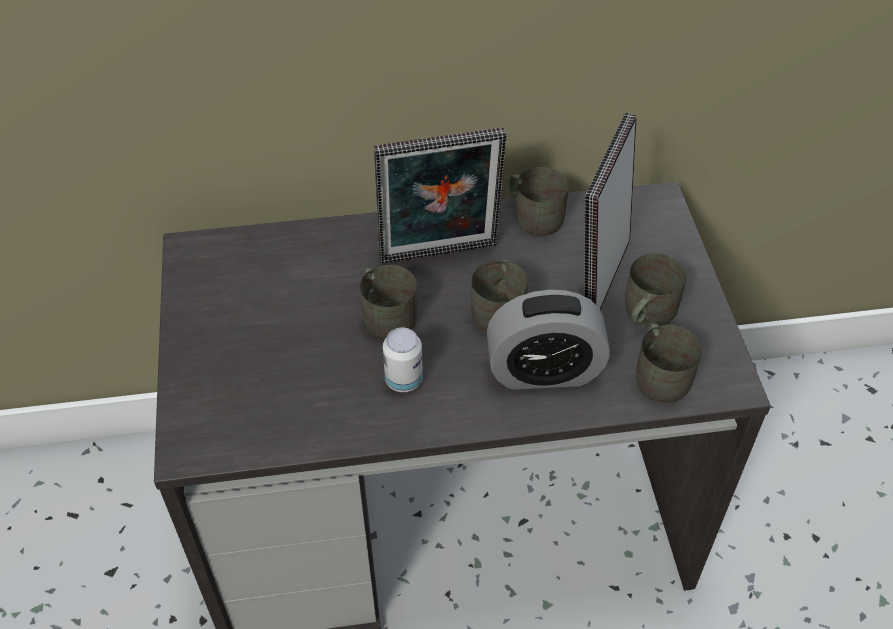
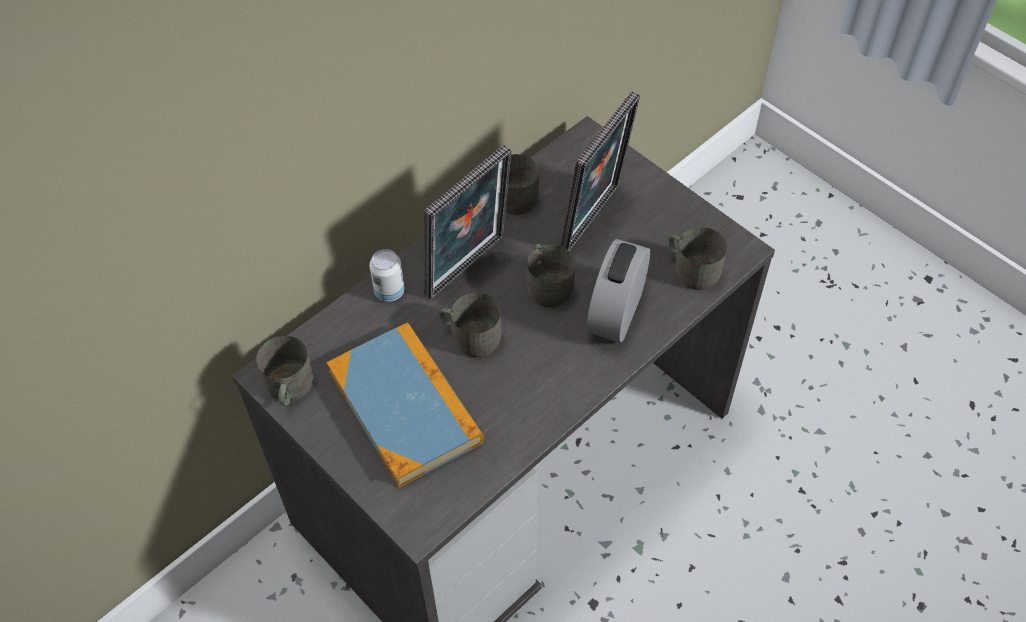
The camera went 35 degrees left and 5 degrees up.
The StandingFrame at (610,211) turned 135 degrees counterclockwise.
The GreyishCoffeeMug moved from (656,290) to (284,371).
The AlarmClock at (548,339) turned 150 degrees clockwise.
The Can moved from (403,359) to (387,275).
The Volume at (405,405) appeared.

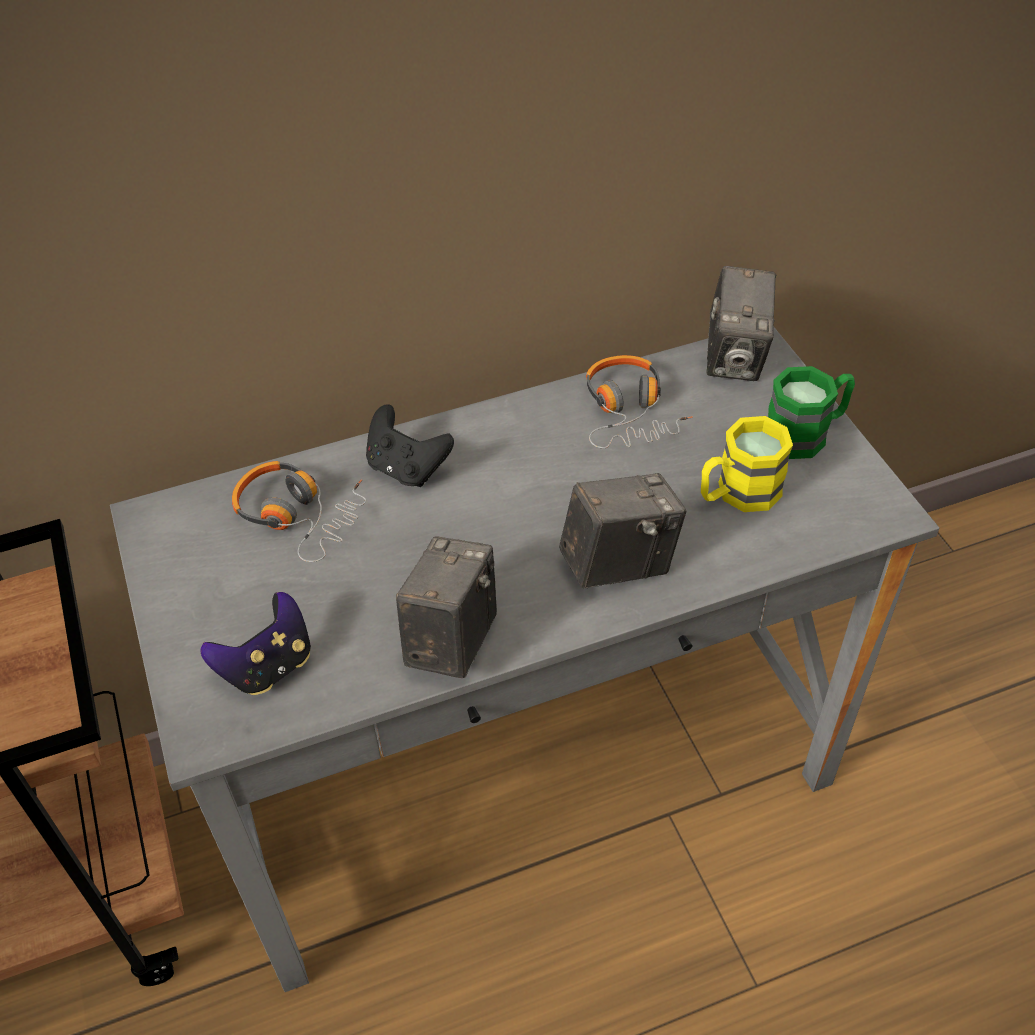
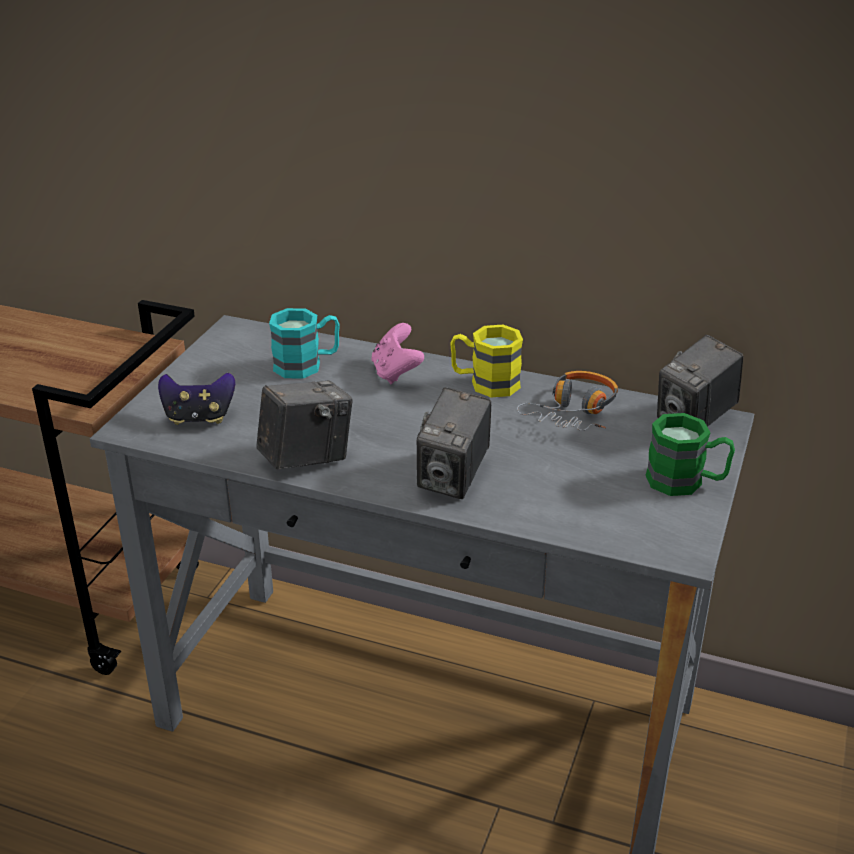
The camera went 40 degrees right and 15 degrees down.
The BlackishGameController at (410,445) became the PinkGameController at (397,353).
The YellowishCoffeeMug moved from (747,464) to (486,361).
The Headset at (299,511) was replaced by the TurquoiseColouredCoffeeMug at (304,343).
The PhotoCamera at (623,531) turned 90 degrees clockwise.

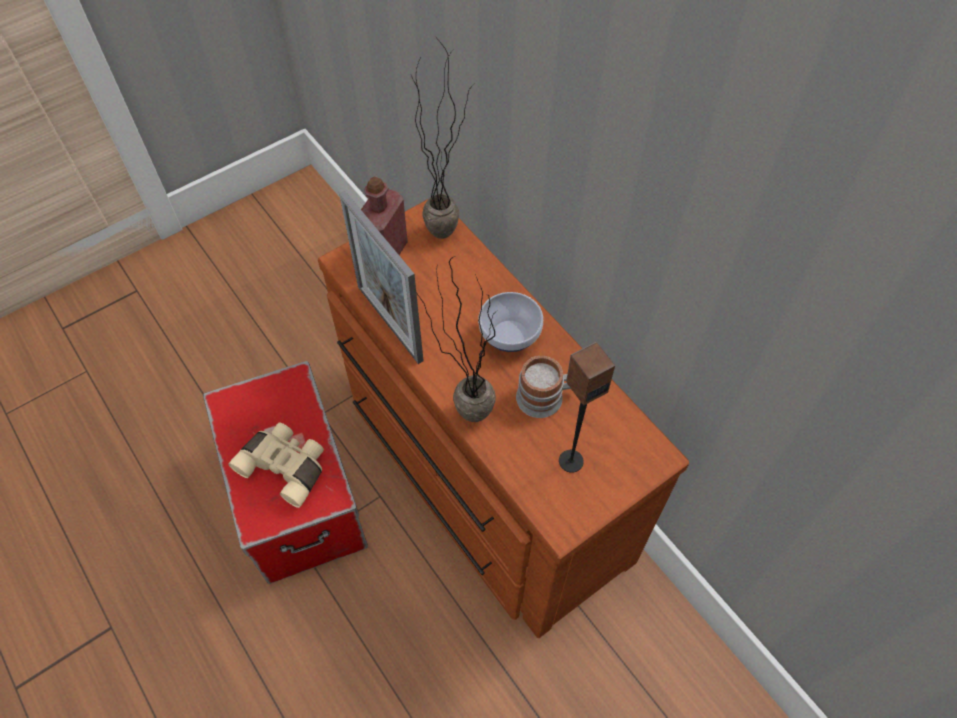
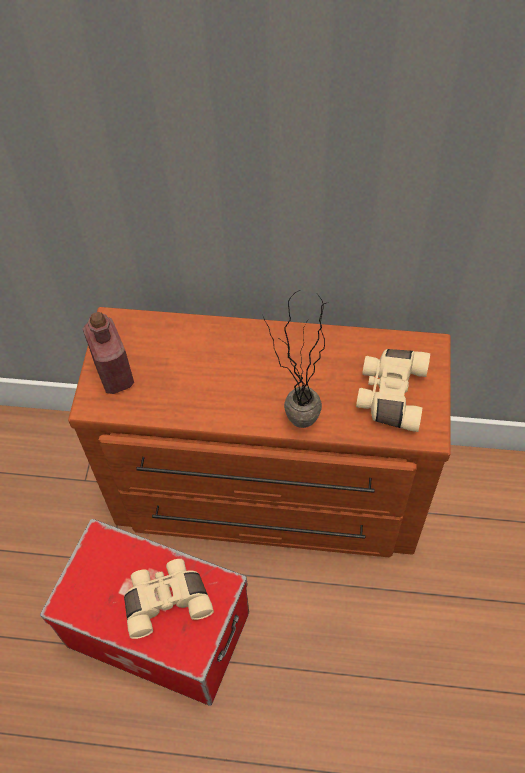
The camera went 45 degrees left and 0 degrees up.
The Houseplant at (443,139) disappeared.
The StandingFrame at (381,277) disappeared.
The Bowl at (510,322) disappeared.
The Loudspeaker at (587,407) was replaced by the SandColouredBinoculars at (393,390).
The CoffeeMug at (544,387) disappeared.

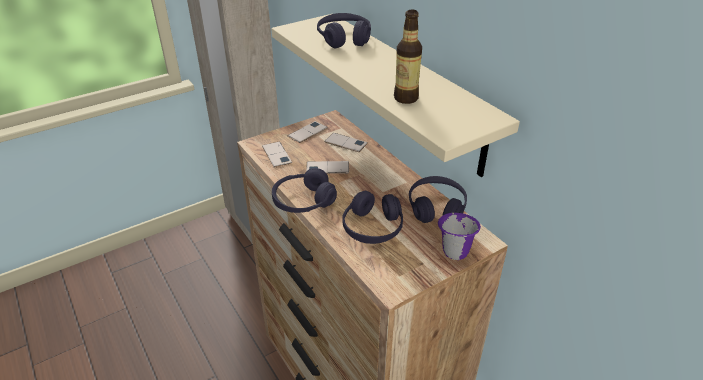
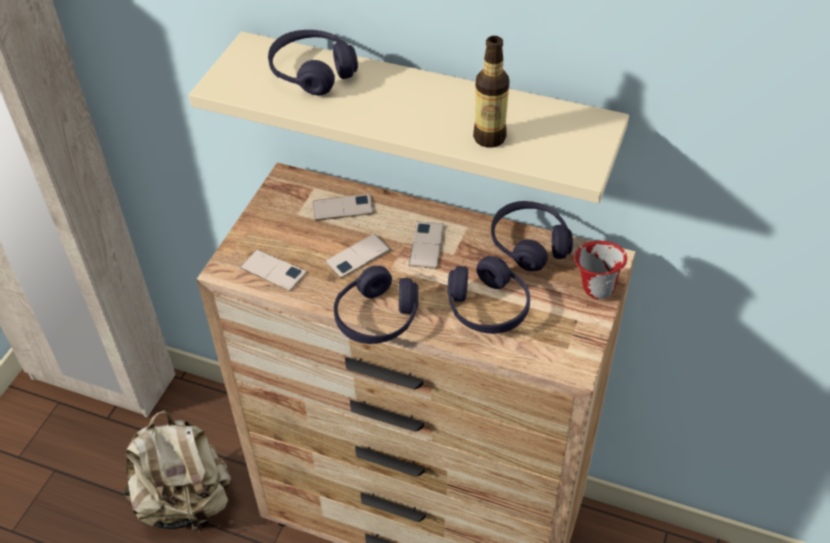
The camera went 35 degrees left and 10 degrees up.
The Handset moved from (308,132) to (426,245).
The PurplishCoffeeMug at (459,236) became the RedCoffeeMug at (600,270).
The SandColouredKnapsack at (177,471) appeared.

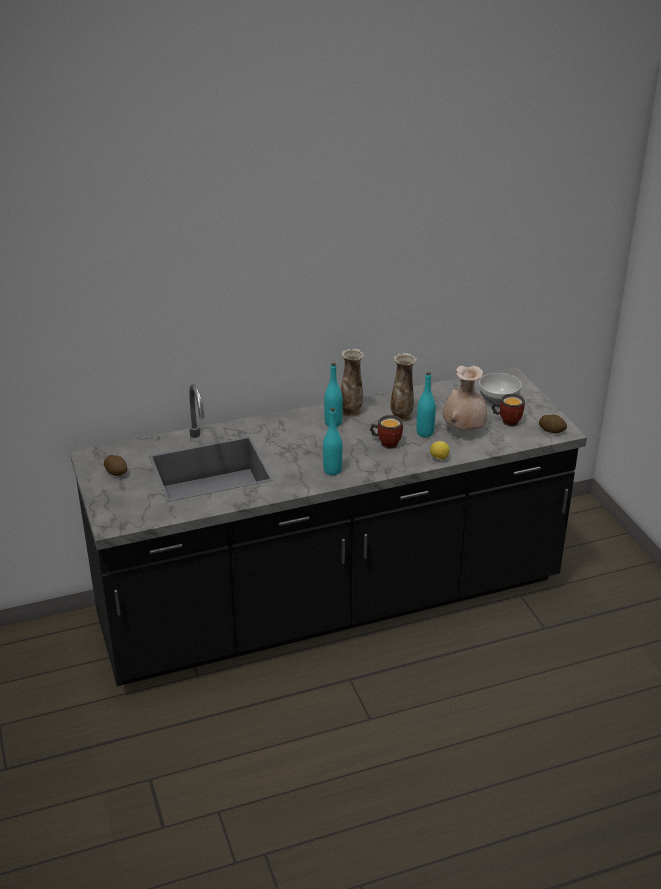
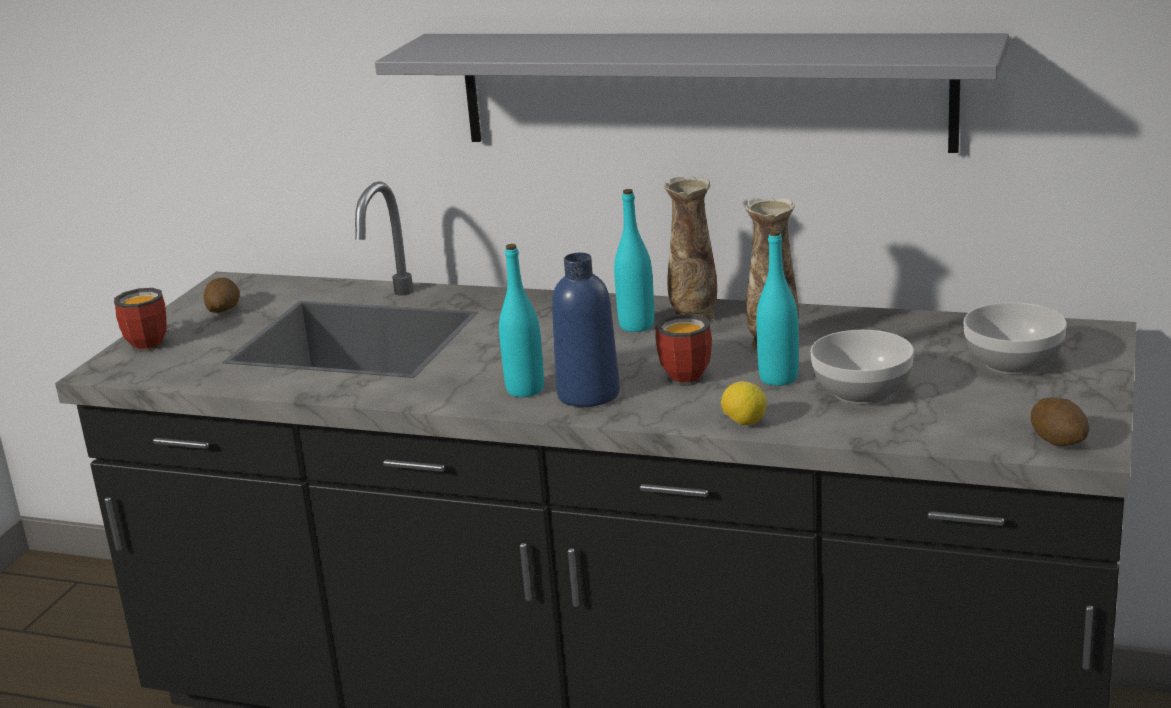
The camera went 40 degrees right and 10 degrees down.
The SandColouredDecorativeVase at (465,398) was replaced by the Bowl at (862,367).
The CoffeeMug moved from (508,410) to (140,320).
The GreyishBracketShelf at (692,93) appeared.
The BluishBottle at (586,330) appeared.

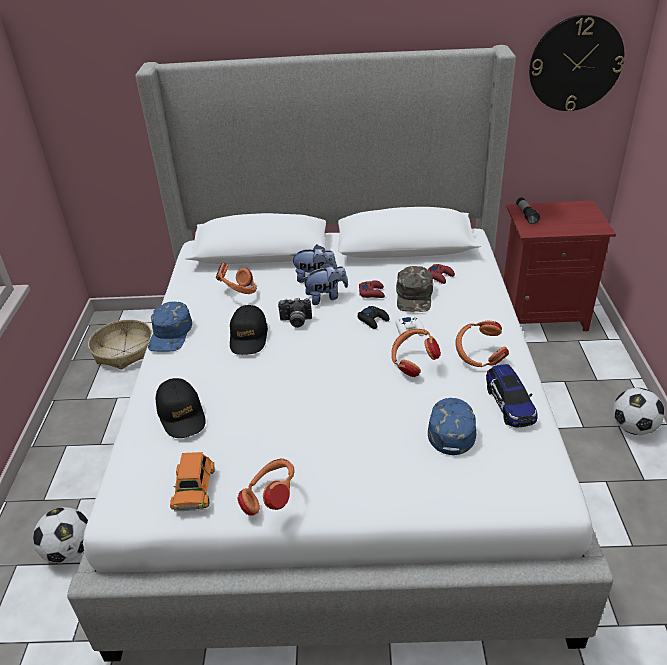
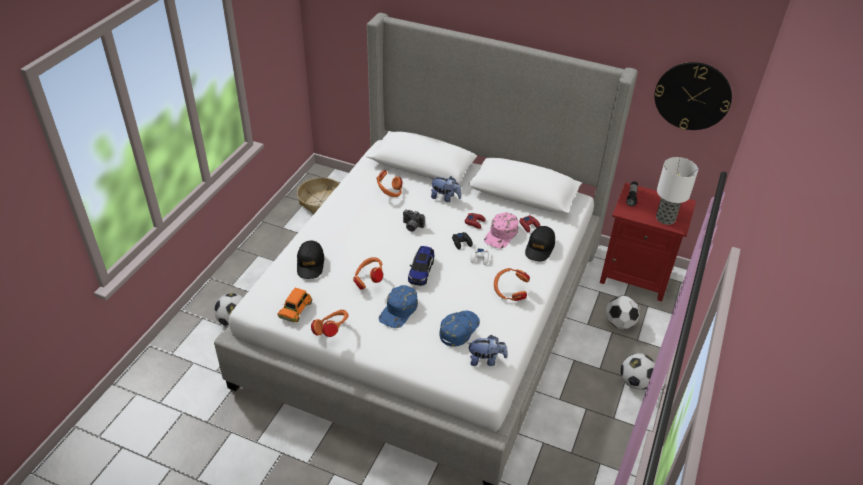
The camera went 20 degrees right and 5 degrees up.
The CuddlyToy moved from (325,284) to (487,350).
The GreenColouredPeakedCap at (414,289) became the PinkPeakedCap at (501,230).
The BluishPeakedCap moved from (170,326) to (398,306).
The BlackishPeakedCap moved from (249,330) to (540,244).
The OrangeHeadset moved from (416,353) to (368,273).
The MiniatureCar moved from (512,395) to (421,266).
The LampForATable at (677,191) appeared.
The BallForFootball at (623,312) appeared.

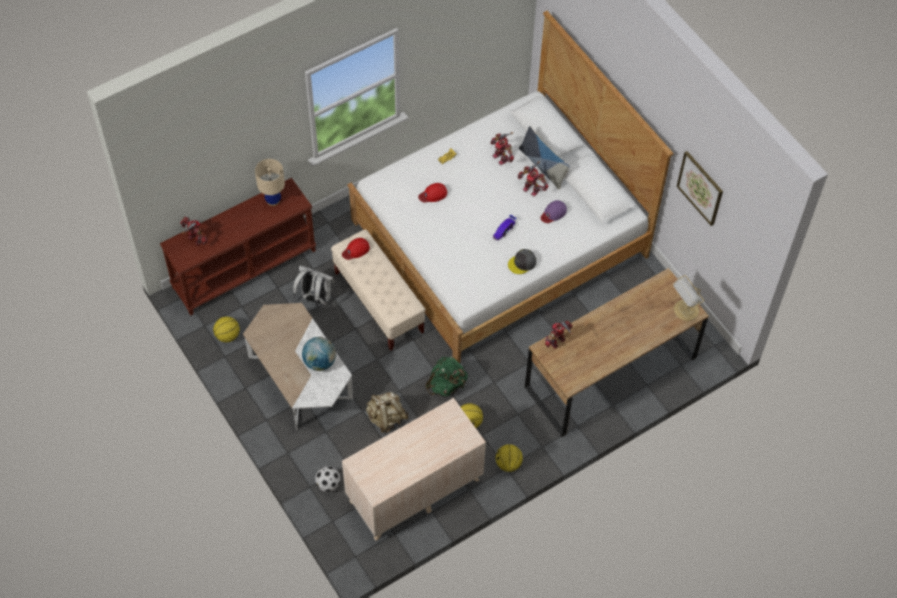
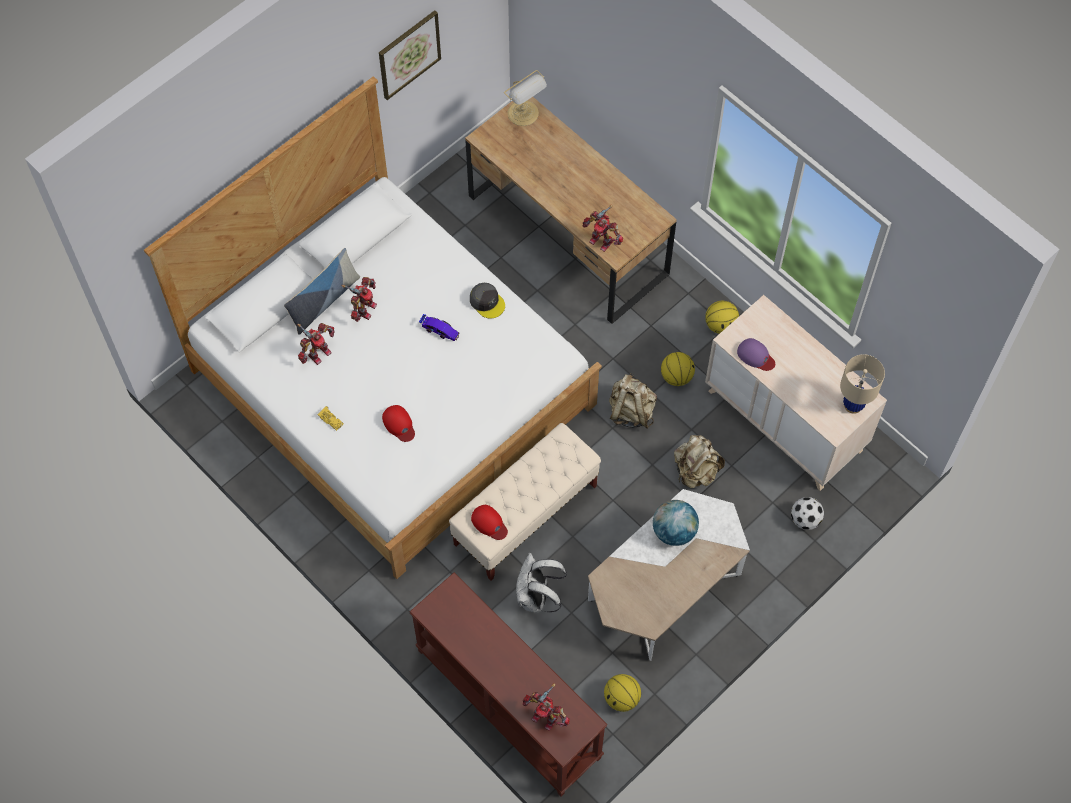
The camera went 100 degrees left and 5 degrees up.
The SandColouredLampForATable moved from (270,182) to (862,384).
The PurplishPeakedCap moved from (554,211) to (756,354).
The RobotFigure at (194,231) turned 90 degrees counterclockwise.
The GreenColouredKnapsack at (446,376) became the SandColouredKnapsack at (633,401).

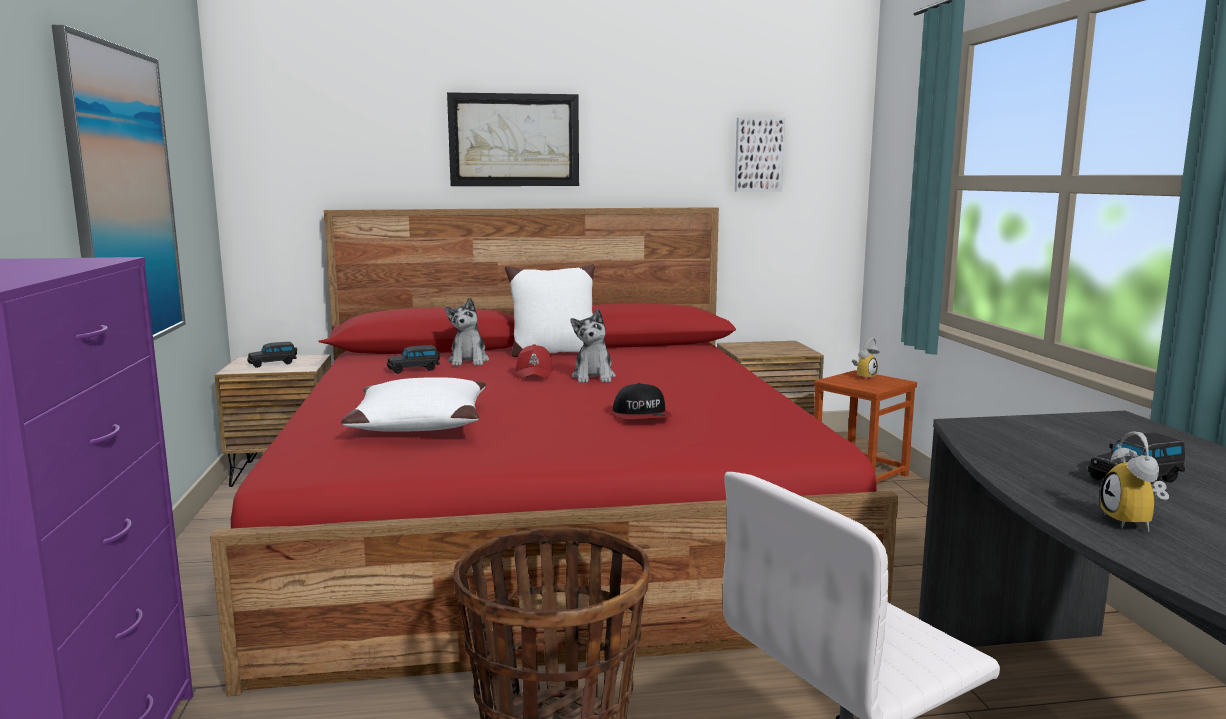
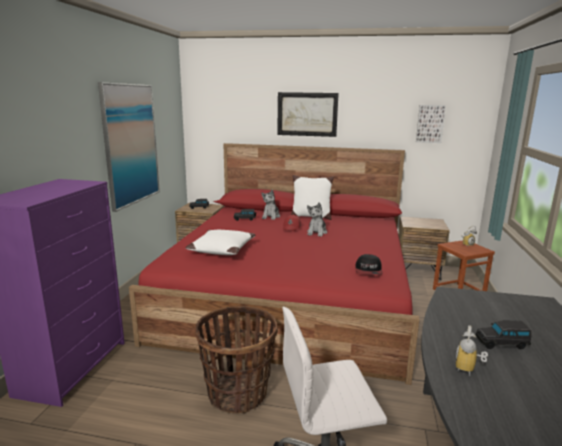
The camera went 20 degrees right and 5 degrees up.
The PeakedCap moved from (642,401) to (369,264).

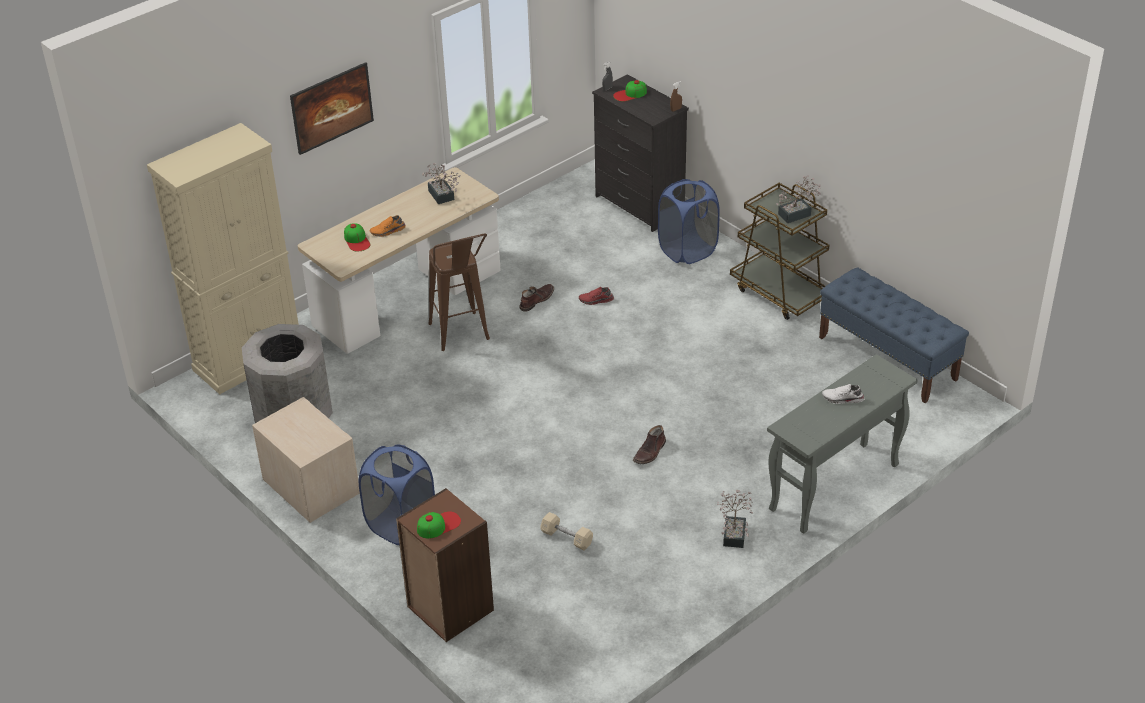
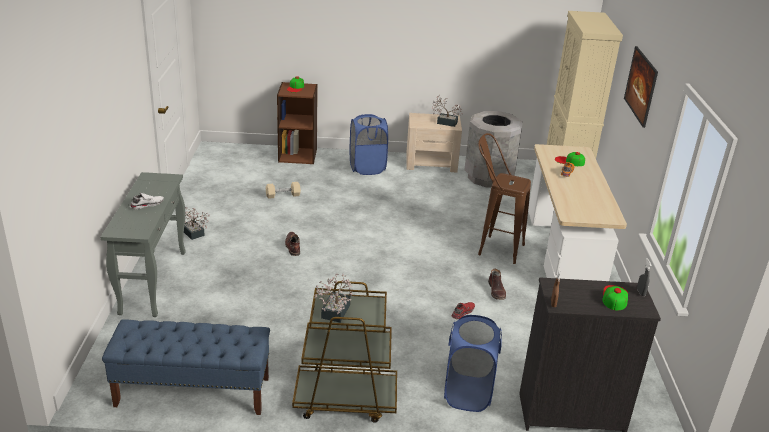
The camera went 130 degrees right and 10 degrees down.
The Houseplant moved from (441,183) to (447,111).

